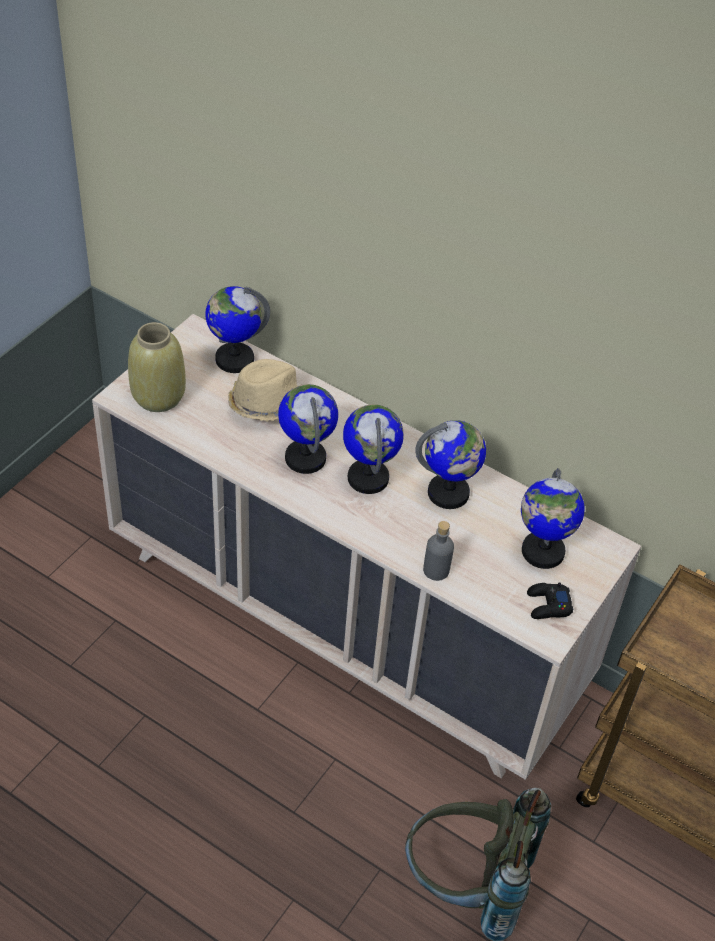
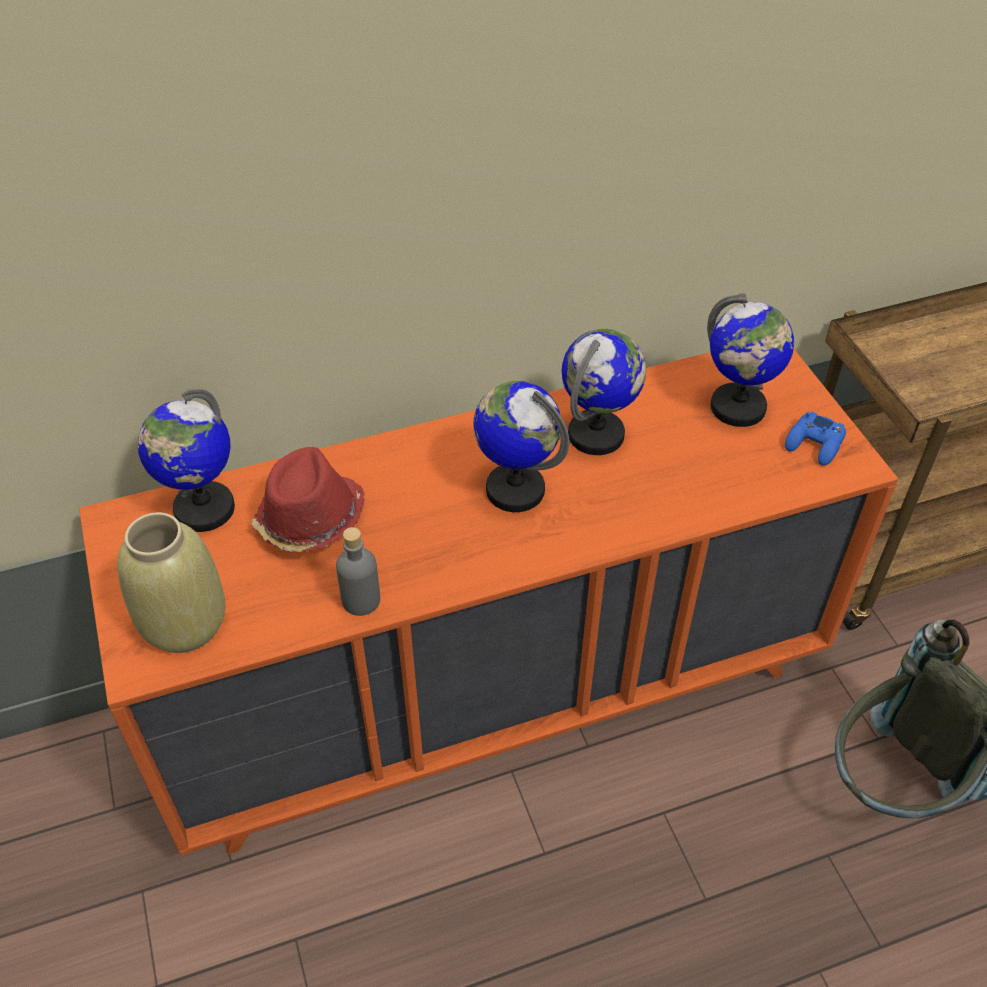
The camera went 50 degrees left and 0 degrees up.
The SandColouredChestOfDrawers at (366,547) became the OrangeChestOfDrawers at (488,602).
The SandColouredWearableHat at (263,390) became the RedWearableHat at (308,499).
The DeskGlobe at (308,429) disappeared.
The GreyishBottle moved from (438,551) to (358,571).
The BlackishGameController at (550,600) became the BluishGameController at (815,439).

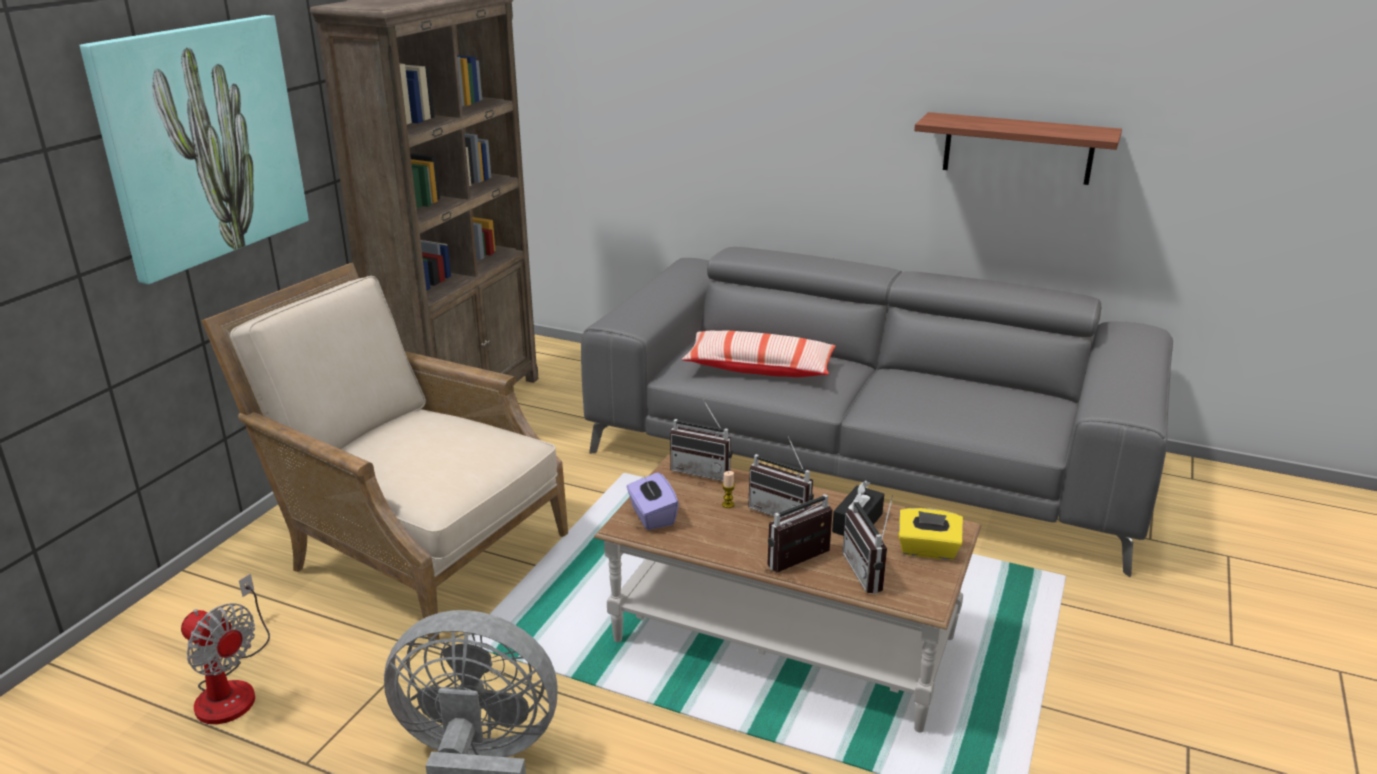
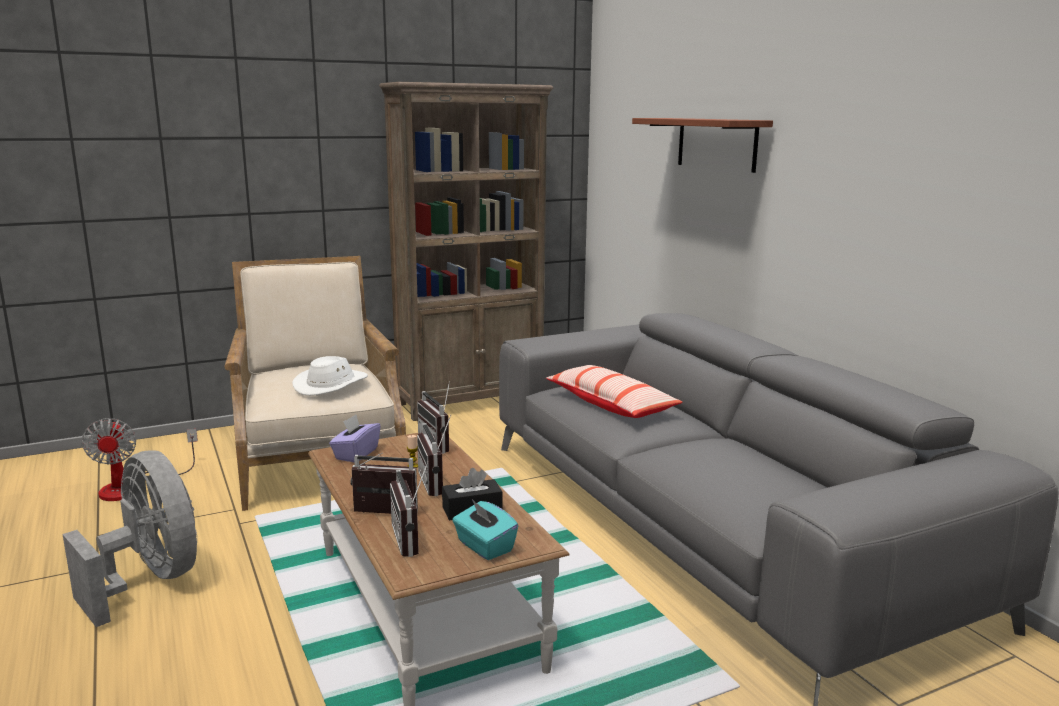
The camera went 40 degrees right and 10 degrees down.
The WallArt at (194,149) disappeared.
The BracketShelf moved from (1018,148) to (702,145).
The RadioReceiver at (867,544) turned 45 degrees counterclockwise.
The YellowishTissueHolder at (931,534) became the TurquoiseColouredTissueHolder at (485,530).
The WhitishWearableHat at (330,376) appeared.

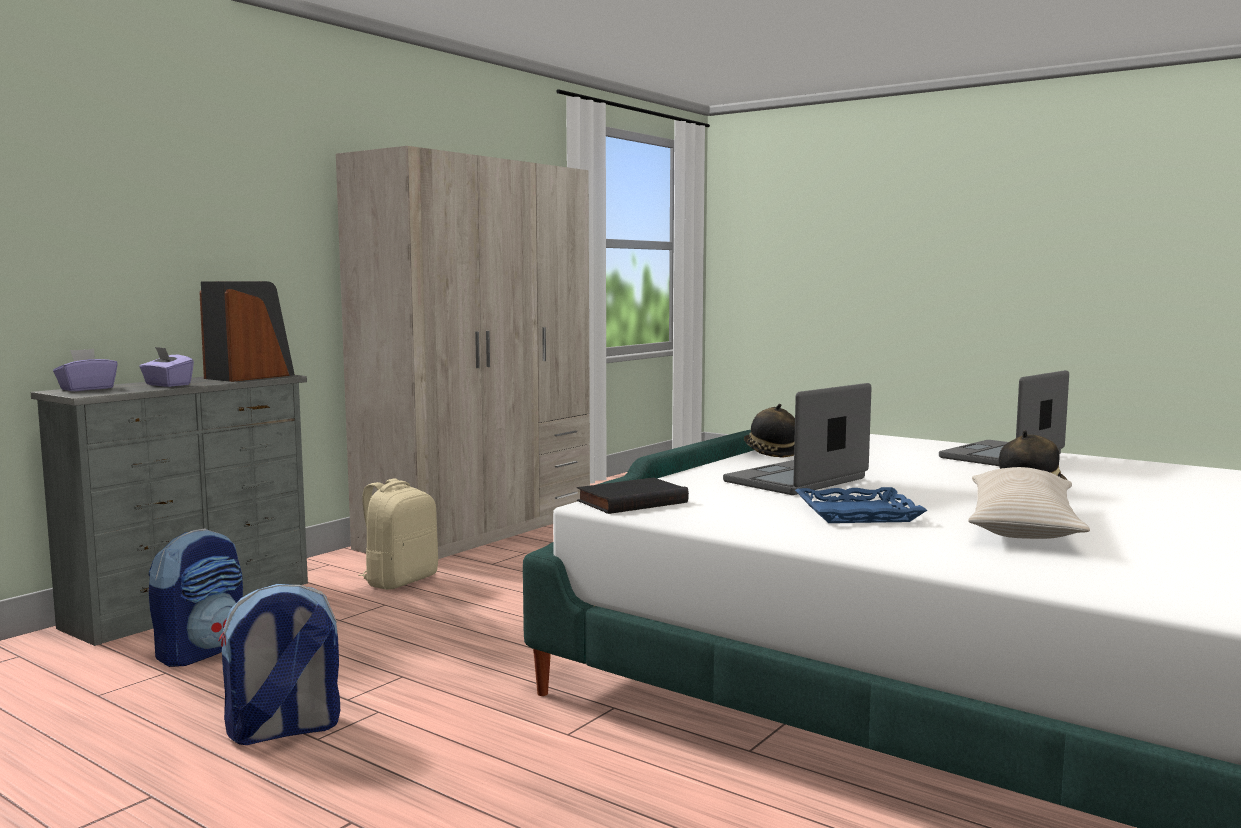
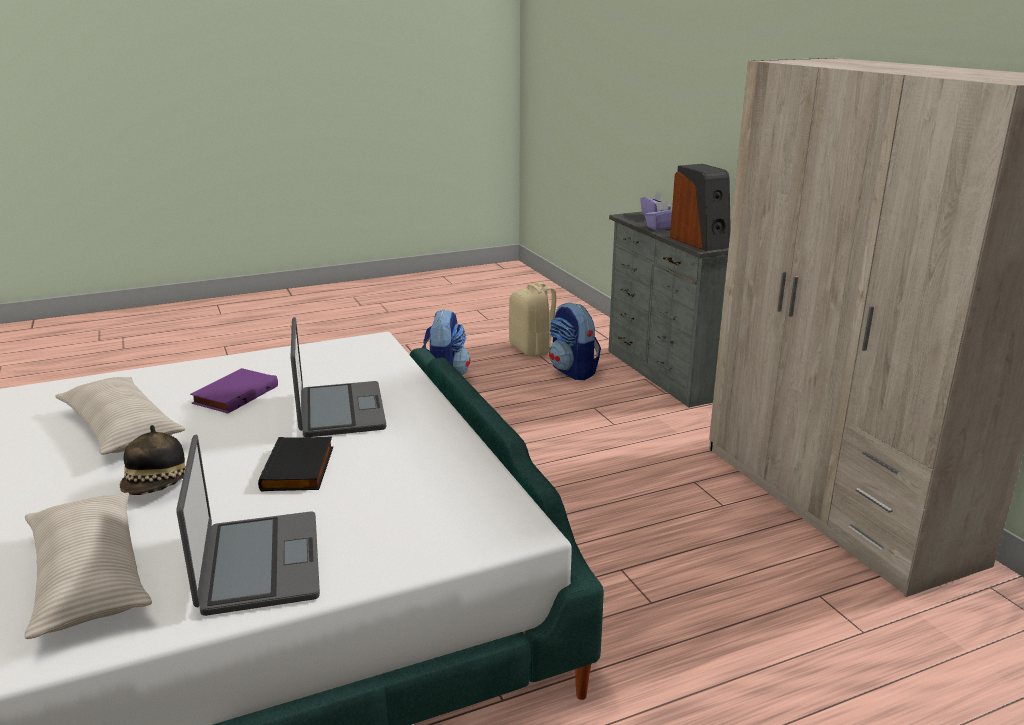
The camera went 120 degrees right and 15 degrees up.
The WearableHat at (769,431) disappeared.
The SandColouredKnapsack moved from (398,534) to (532,319).
The BlackishVolume moved from (633,496) to (295,464).
The BluishTray at (861,505) was replaced by the PurplishVolume at (234,391).
The SandColouredPillow at (88,566) appeared.

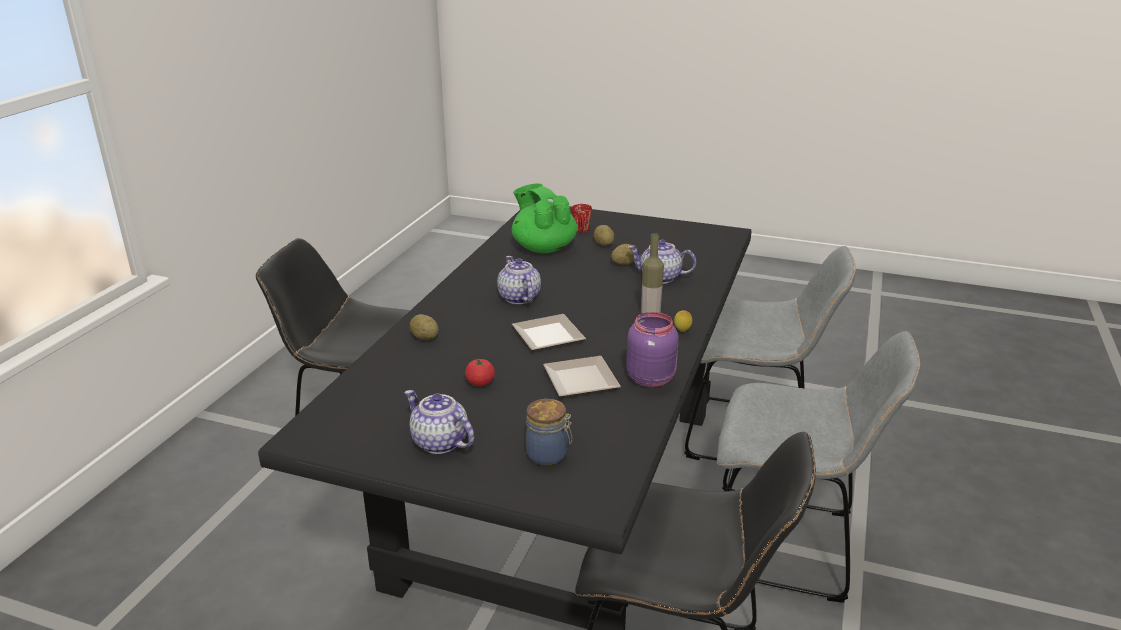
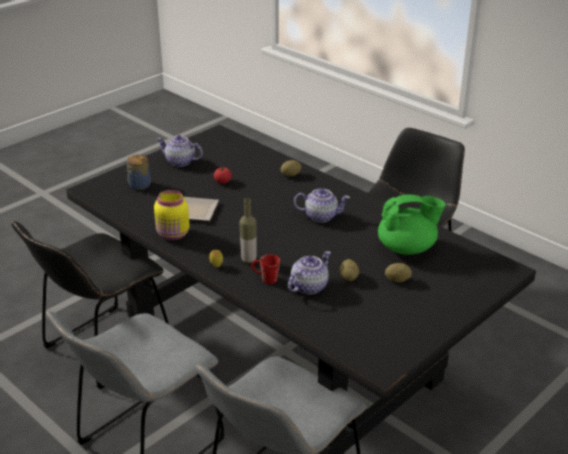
The camera went 115 degrees right and 5 degrees up.
The RedCoffeeMug moved from (582,218) to (265,269).
The PurplishPreserveJar at (652,349) became the YellowishPreserveJar at (172,215).
The FlatDish at (549,332) disappeared.
The PotForTea at (439,422) turned 135 degrees counterclockwise.

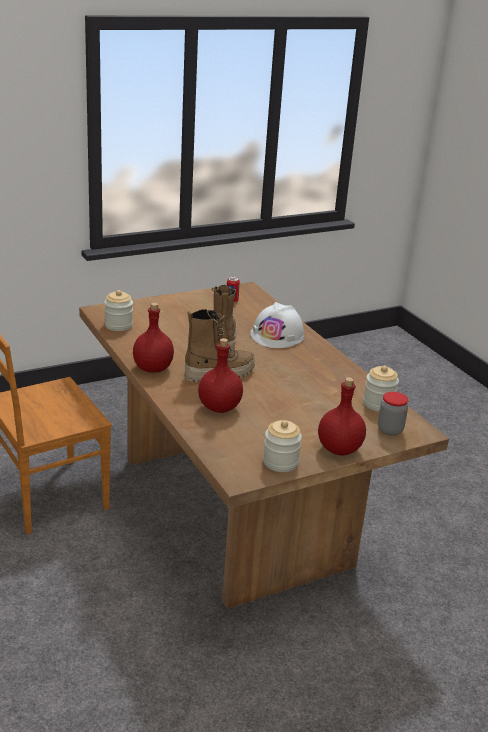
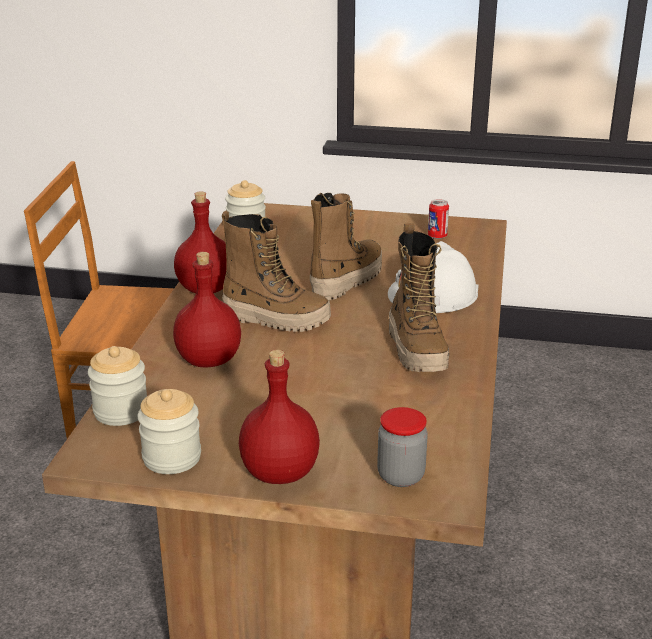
The camera went 40 degrees right and 0 degrees up.
The PreserveJar moved from (381,389) to (117,386).
The HighTopBoot at (419,297) appeared.

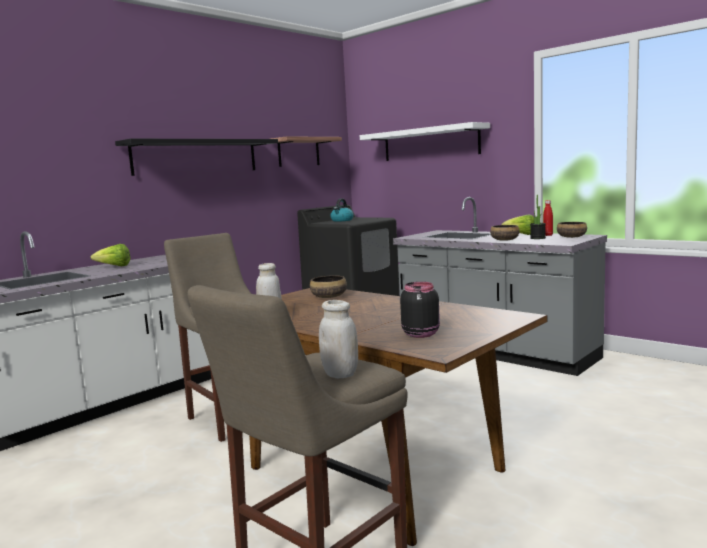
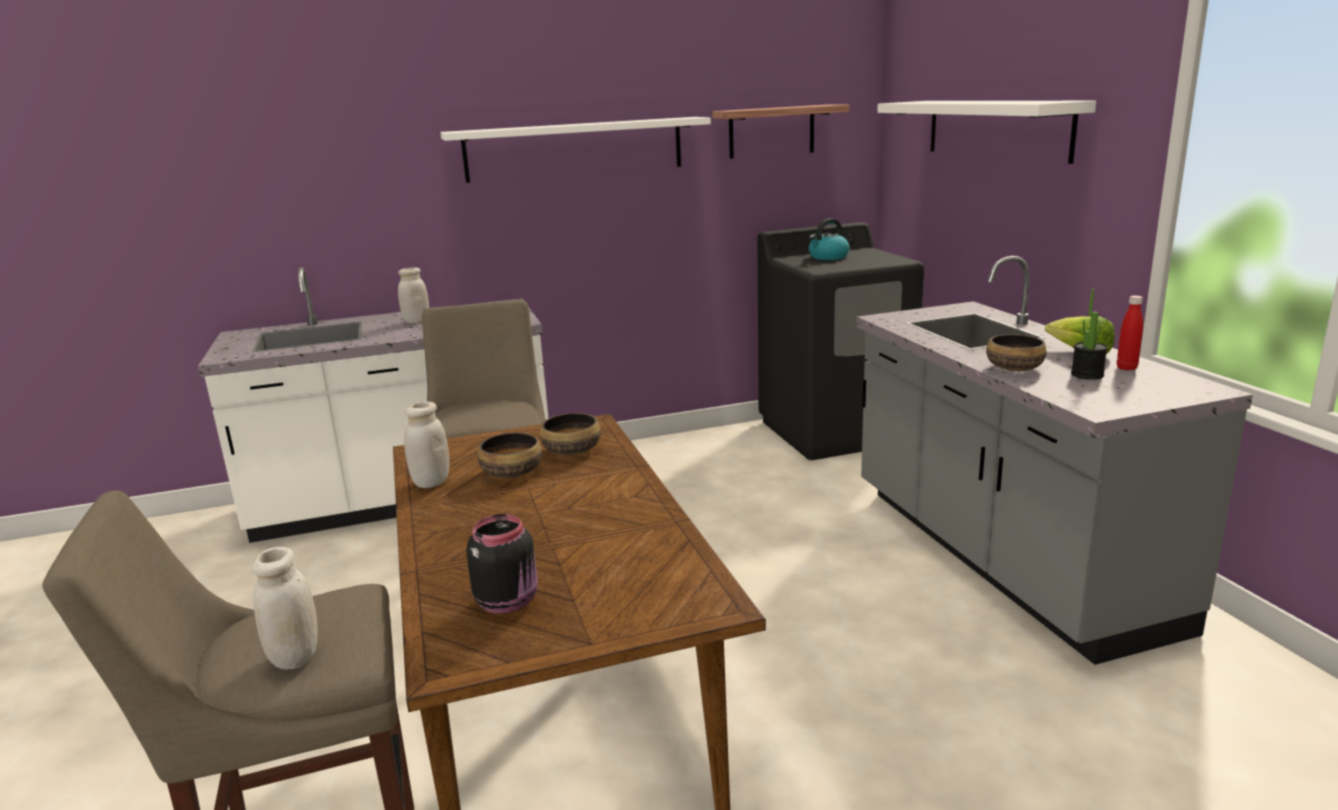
The camera went 30 degrees right and 10 degrees up.
The BlackishBracketShelf at (196,157) became the WhitishBracketShelf at (575,150).
The Bowl moved from (572,230) to (509,455).
The Lettuce at (110,255) was replaced by the WhitishPreserveJar at (413,295).

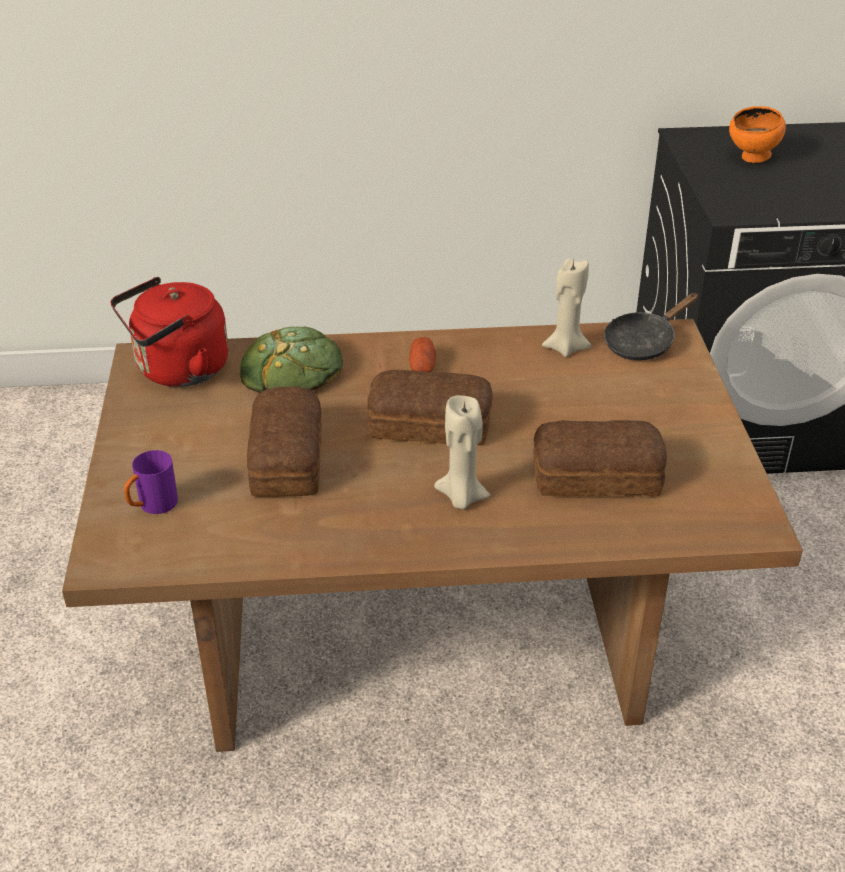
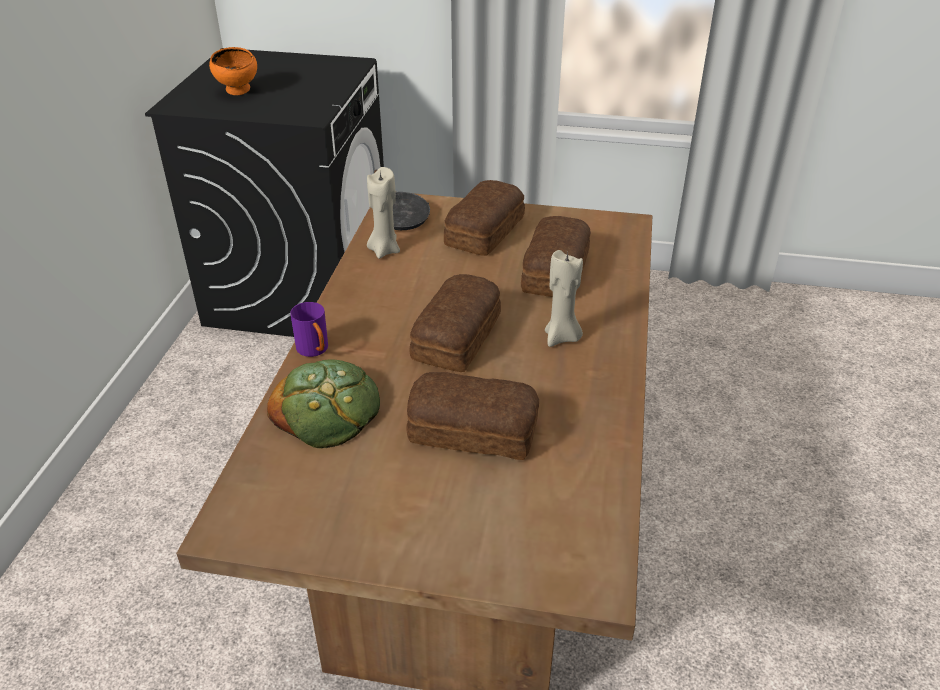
The camera went 75 degrees left and 0 degrees up.
The RedWaterKettle at (170,332) disappeared.
The Spud at (422,354) disappeared.
The PurplishCoffeeMug moved from (151,482) to (309,329).
The Bread at (484,218) appeared.

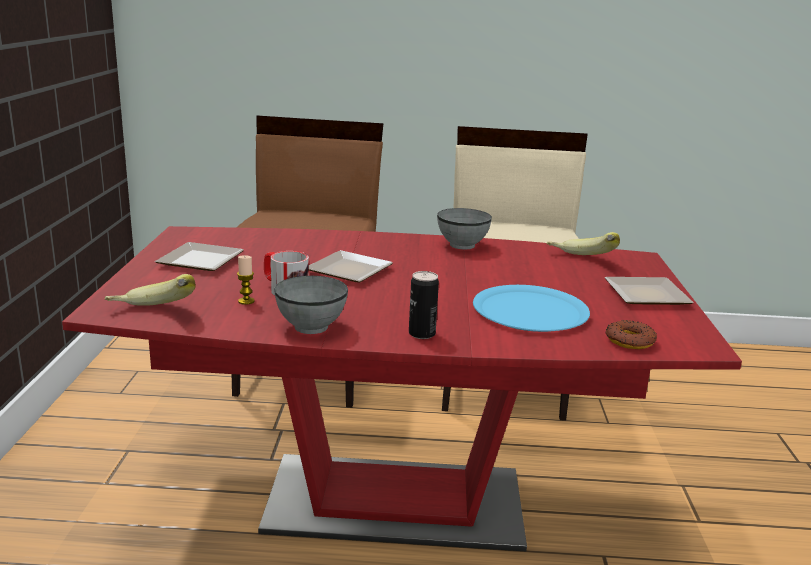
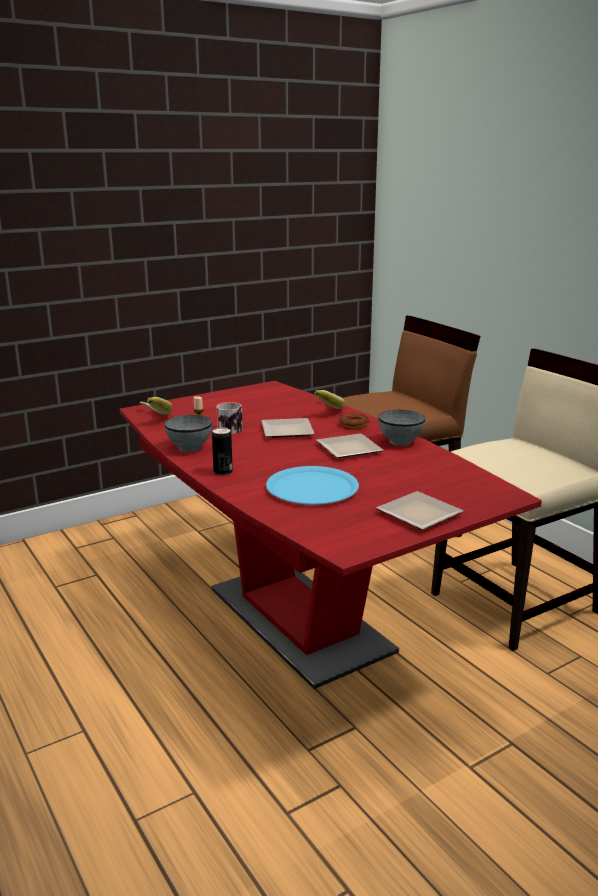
The camera went 55 degrees right and 0 degrees up.
The BananaFruit moved from (583,243) to (330,399).
The FlatDish moved from (199,256) to (350,445).
The RingDoughnut moved from (631,334) to (354,420).

